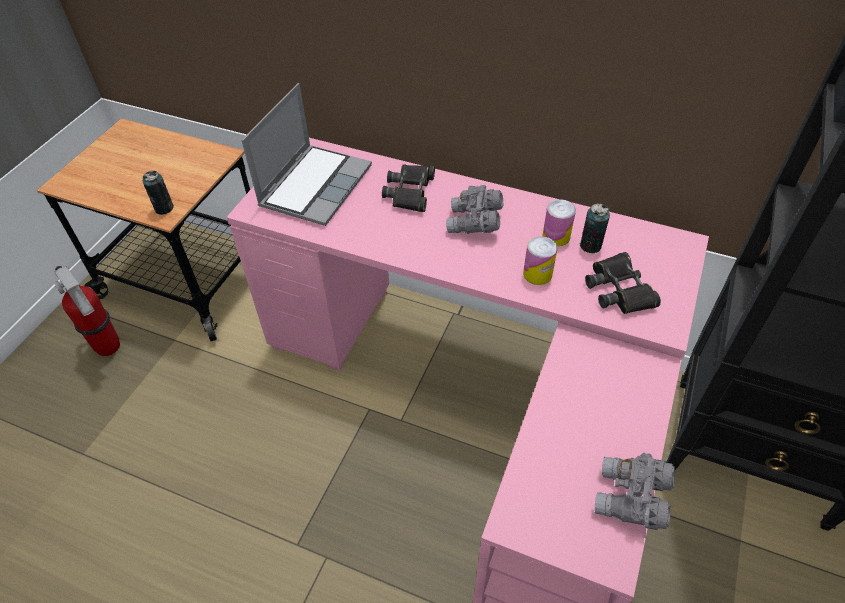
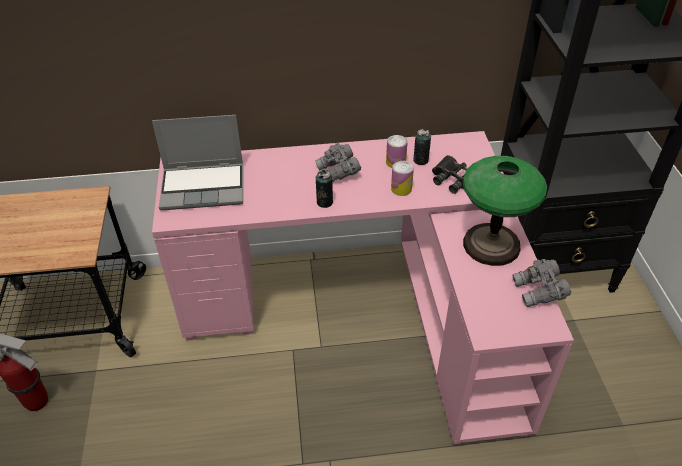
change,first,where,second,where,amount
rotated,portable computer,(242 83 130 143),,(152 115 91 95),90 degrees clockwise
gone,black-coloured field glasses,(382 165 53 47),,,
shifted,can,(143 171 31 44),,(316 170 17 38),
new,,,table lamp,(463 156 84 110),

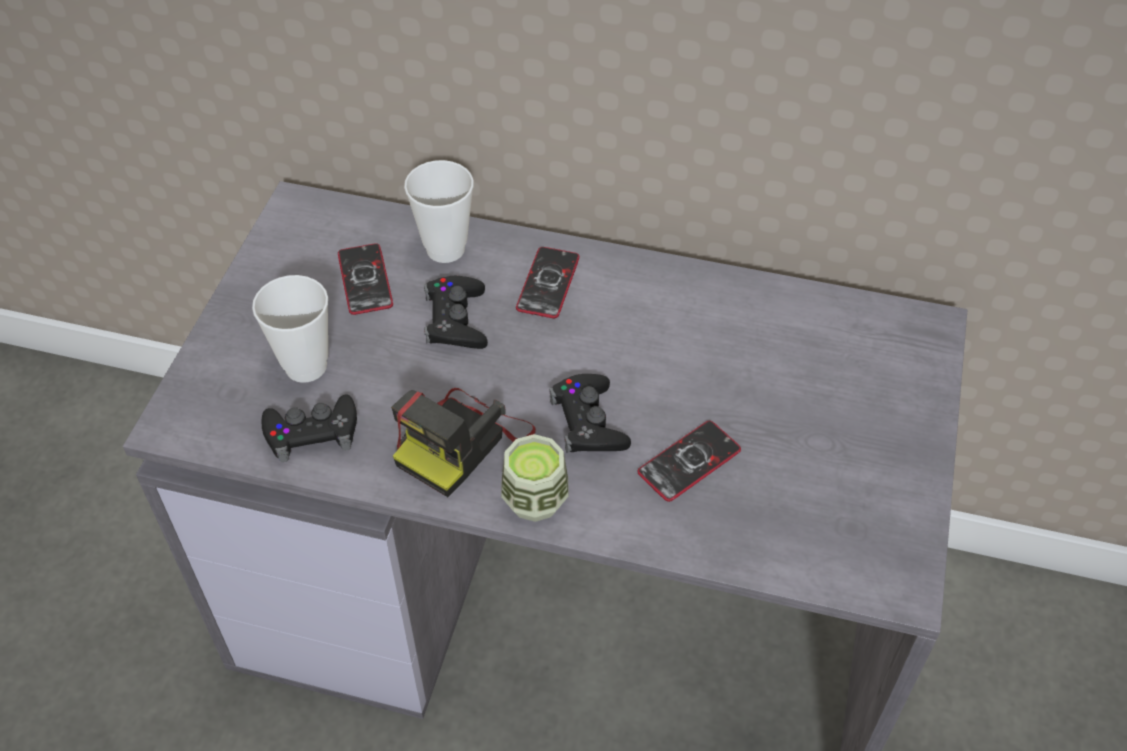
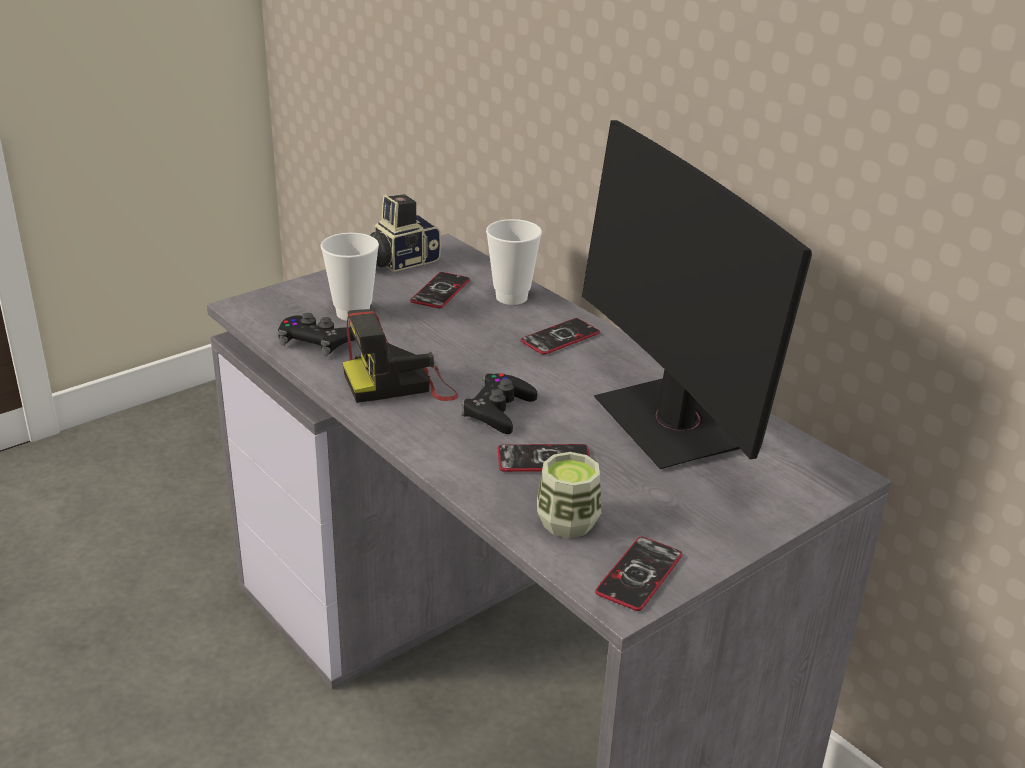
change,first,where,second,where,amount
gone,black-coloured game controller,(424 276 64 73),,,
shifted,cup,(501 434 68 88),,(537 452 64 86),
new,,,computer display,(582 120 230 349),
new,,,photo camera,(370 194 71 78),
new,,,phone,(595 537 88 74),

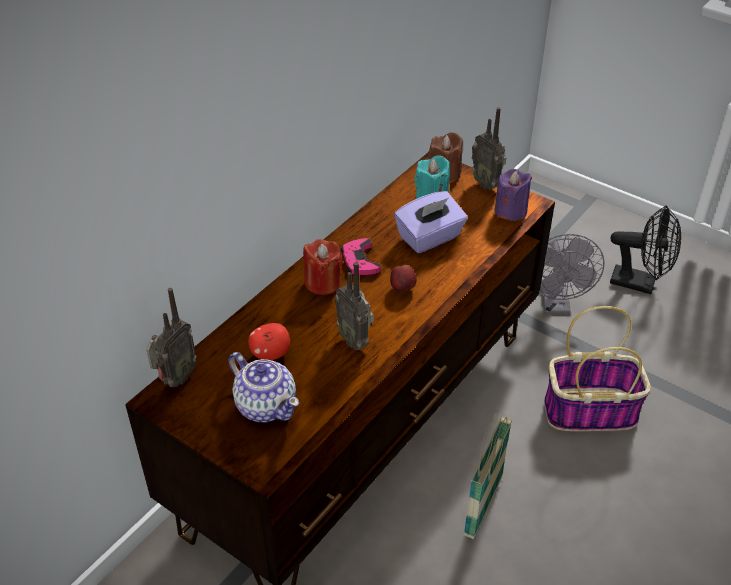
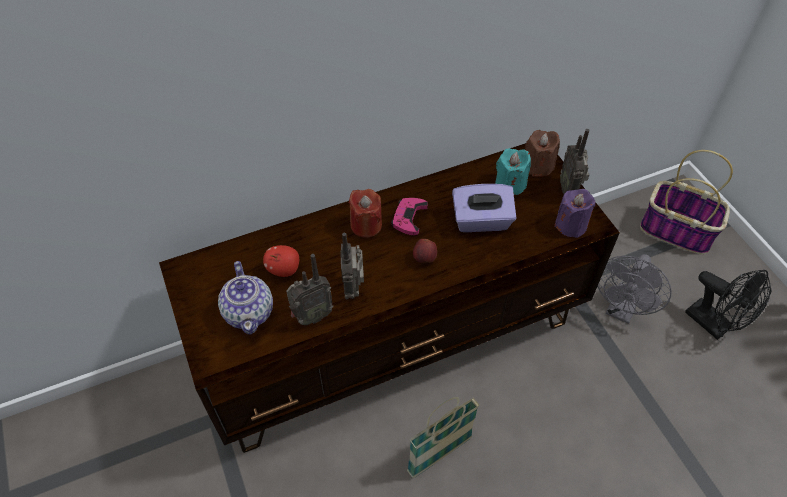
change,first,where,second,where,amount
shifted,radio set,(146 288 51 99),,(286 254 48 71),
shifted,basket,(544 306 107 125),,(640 150 93 105),

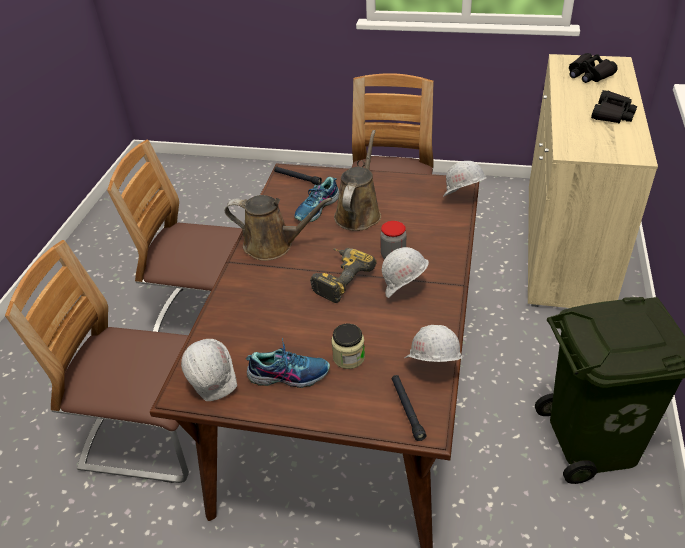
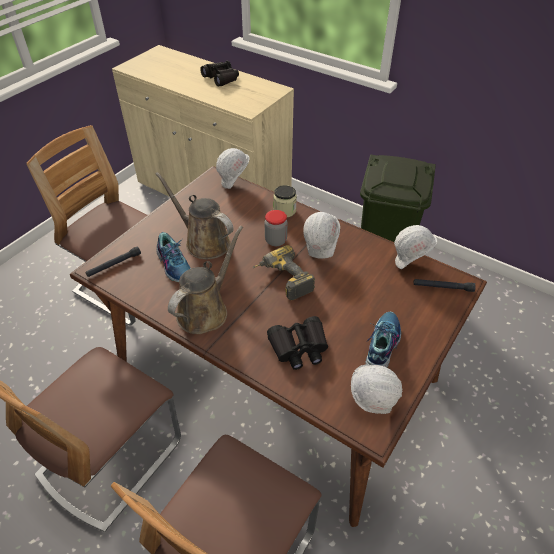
change,first,where,second,where,amount
shifted,black-coloured field glasses,(569 53 49 30),,(267 316 61 54),
shifted,storage jar,(331 323 34 46),,(273 185 24 32),

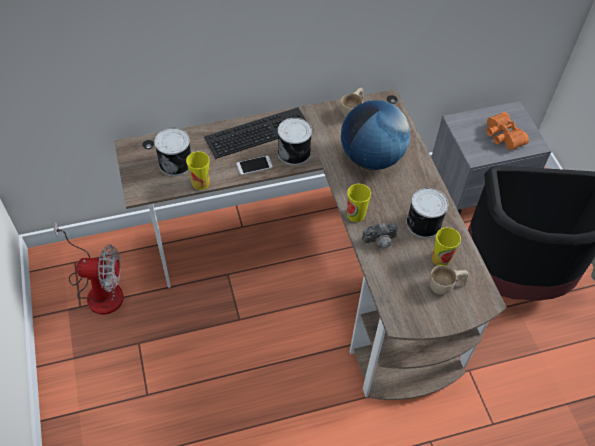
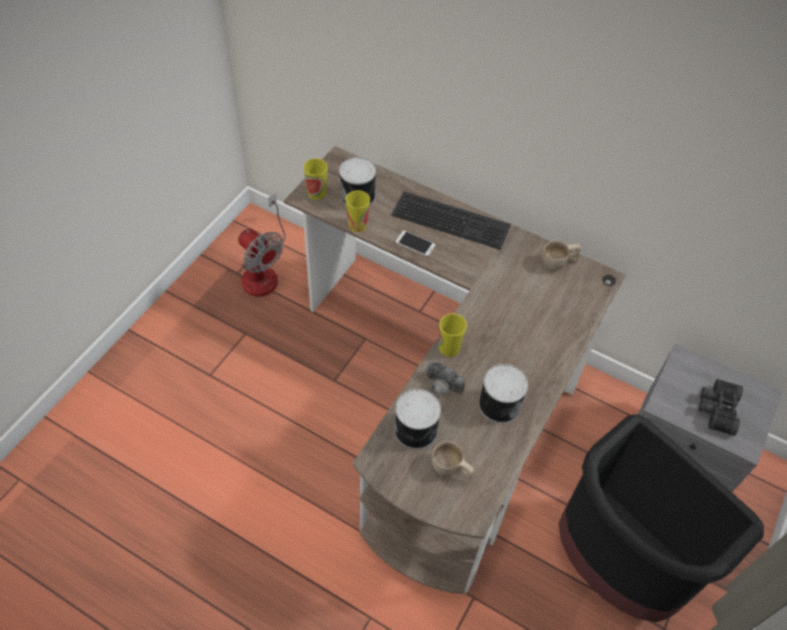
change,first,where,second,where,amount
gone,globe,(341 100 69 70),,,
repainted,orange-coloured field glasses,(486 112 43 38),black-coloured field glasses,(698 379 45 57),
shifted,can,(278 118 34 47),,(394 389 47 61),
shifted,cup,(432 227 29 39),,(303 158 25 42),

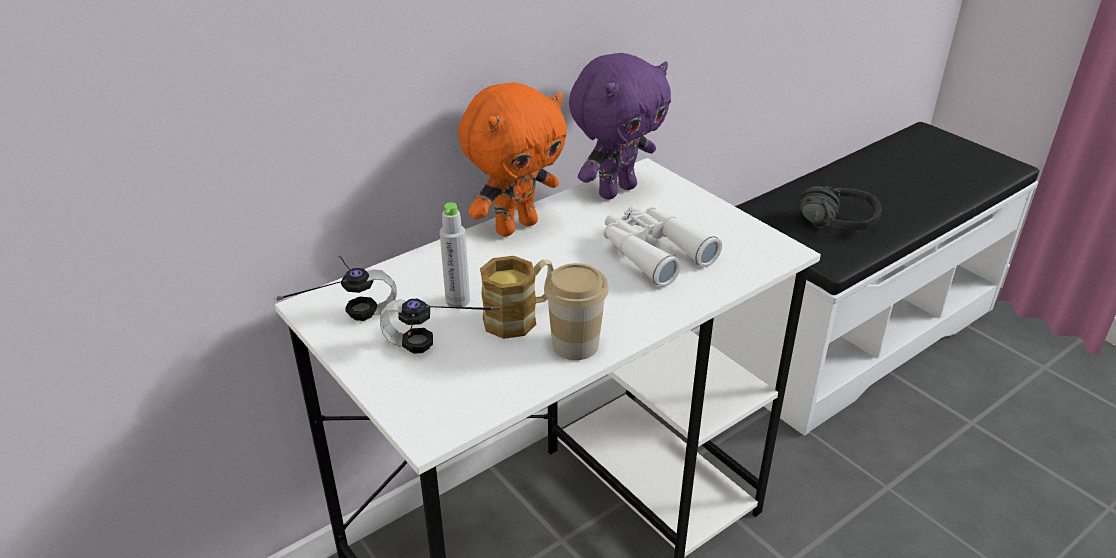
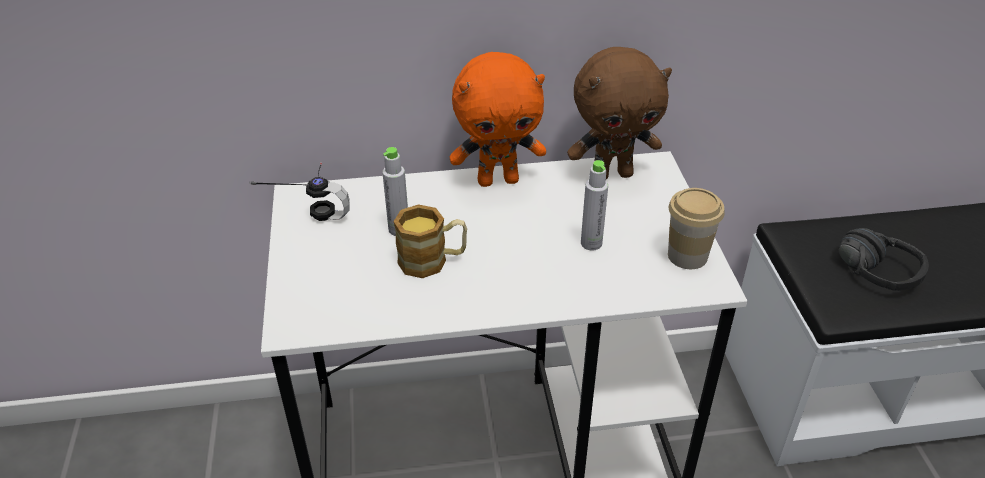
change,first,where,second,where,amount
repainted,purple-coloured soft toy,(569 53 102 146),brown-coloured soft toy,(567 47 105 132),
swapped,whitish field glasses,(603 205 119 82),greyish drink bottle,(581 160 27 90),
shifted,cup,(544 263 65 97),,(668 188 57 81),
gone,headset,(380 299 120 55),,,

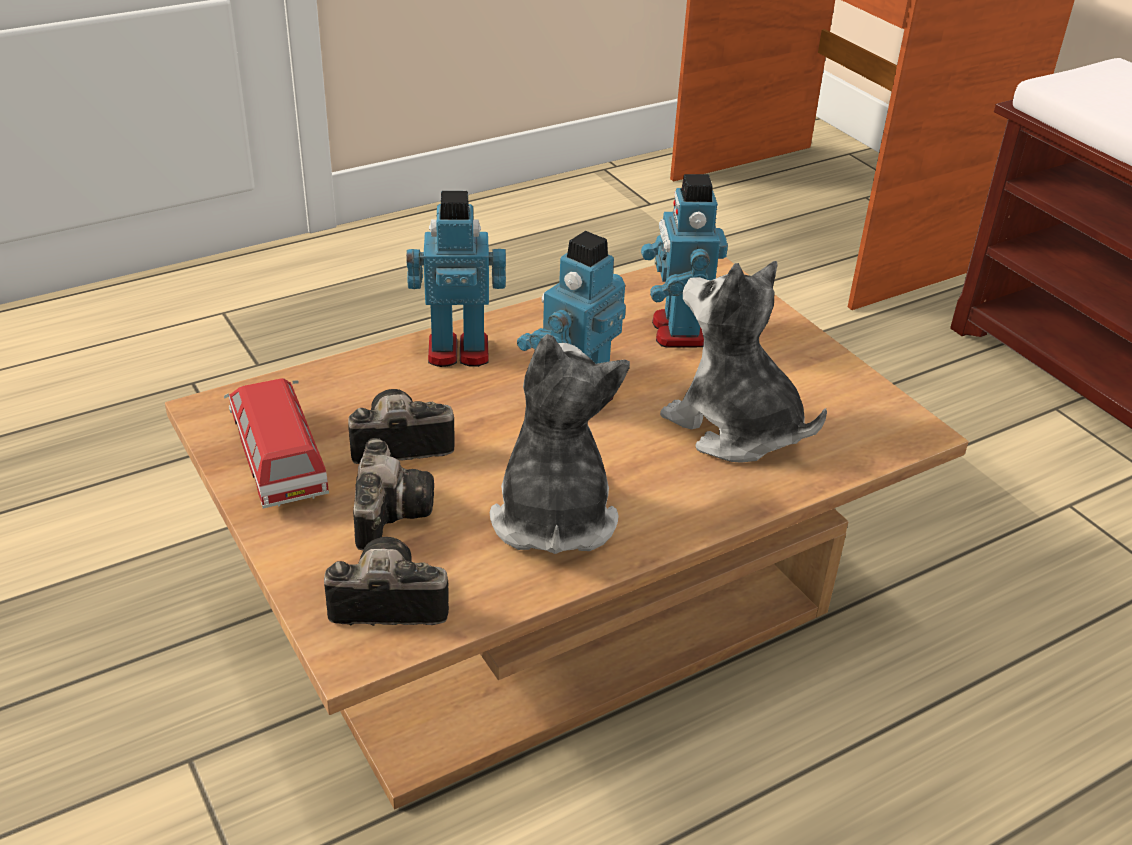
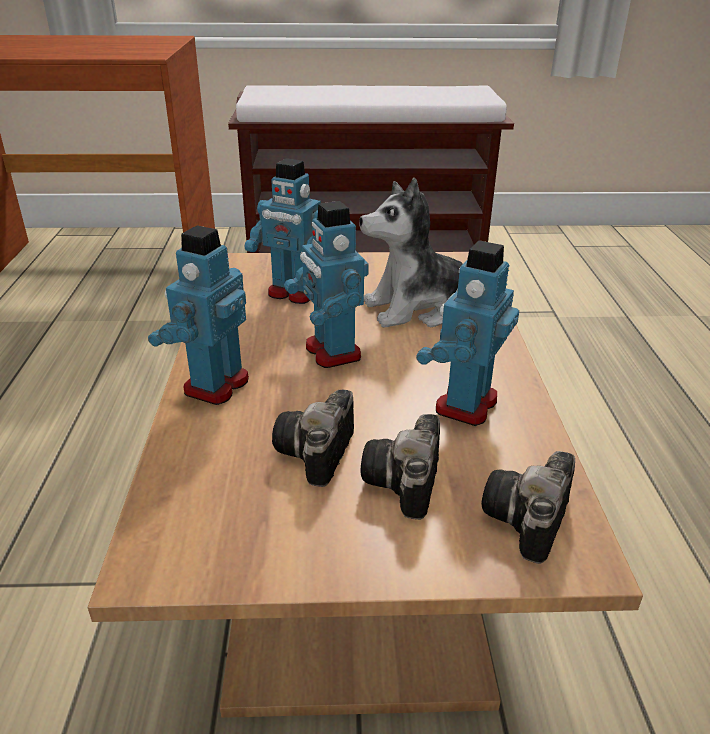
change,first,where,second,where,amount
swapped,soft toy,(490 334 140 220),toy robot,(416 240 103 186),
gone,miniature car,(224 378 105 131),,,
rotated,photo camera,(353 438 81 112),,(360 414 80 106),105 degrees counterclockwise

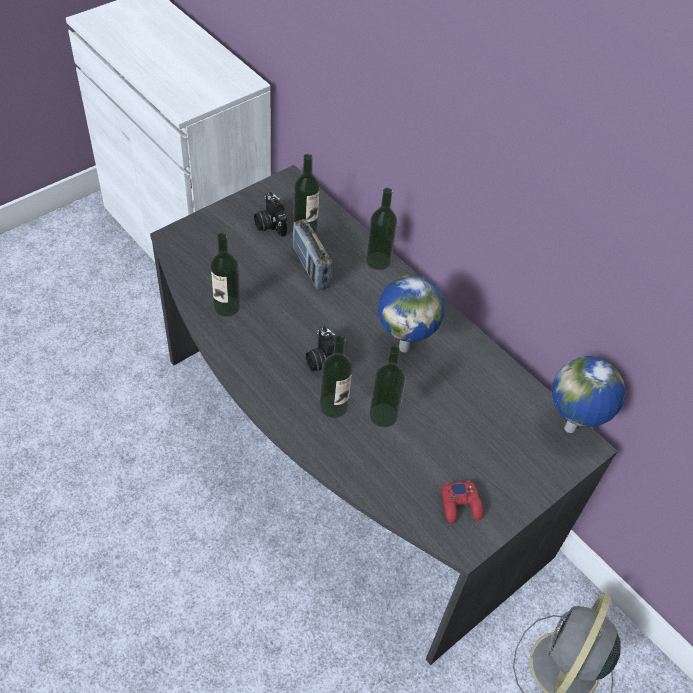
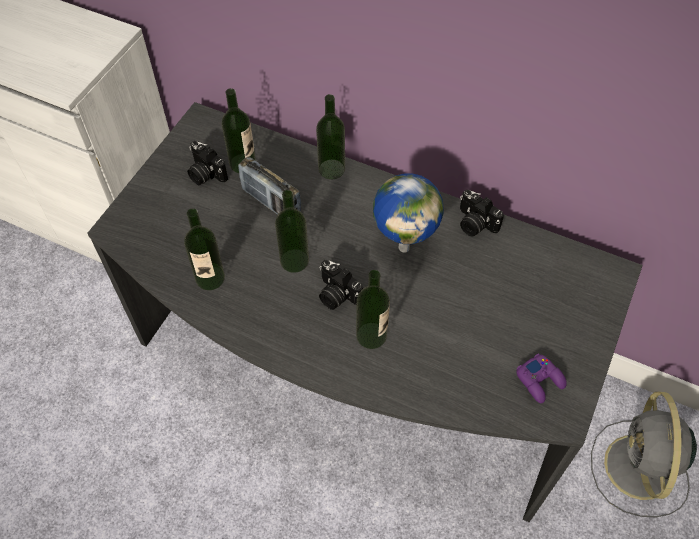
change,first,where,second,where,amount
shifted,drink bottle,(369 346 37 81),,(275 190 34 83),
gone,globe,(552 356 73 77),,,
repainted,reddish game controller,(441 480 42 44),purple-coloured game controller,(516 354 51 49),
new,,,photo camera,(460 190 44 46),

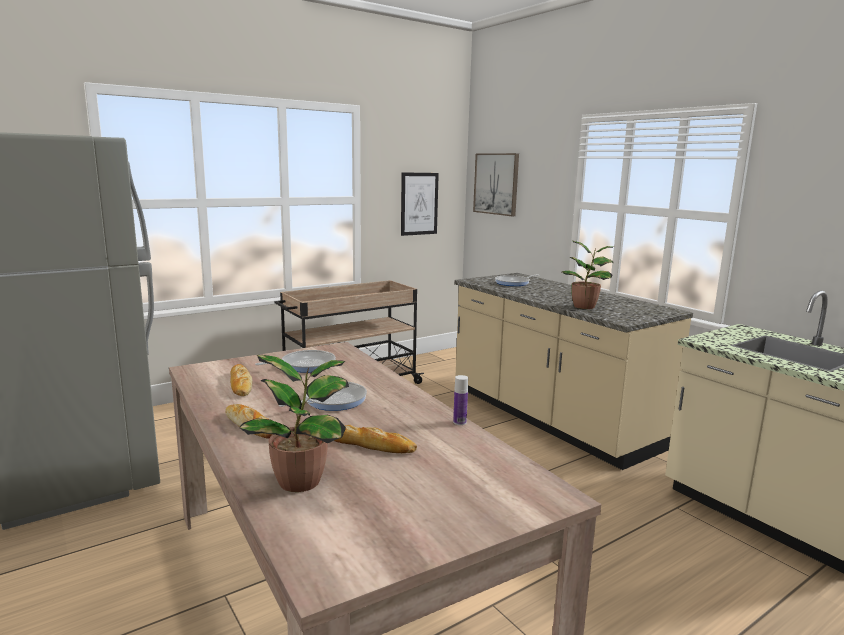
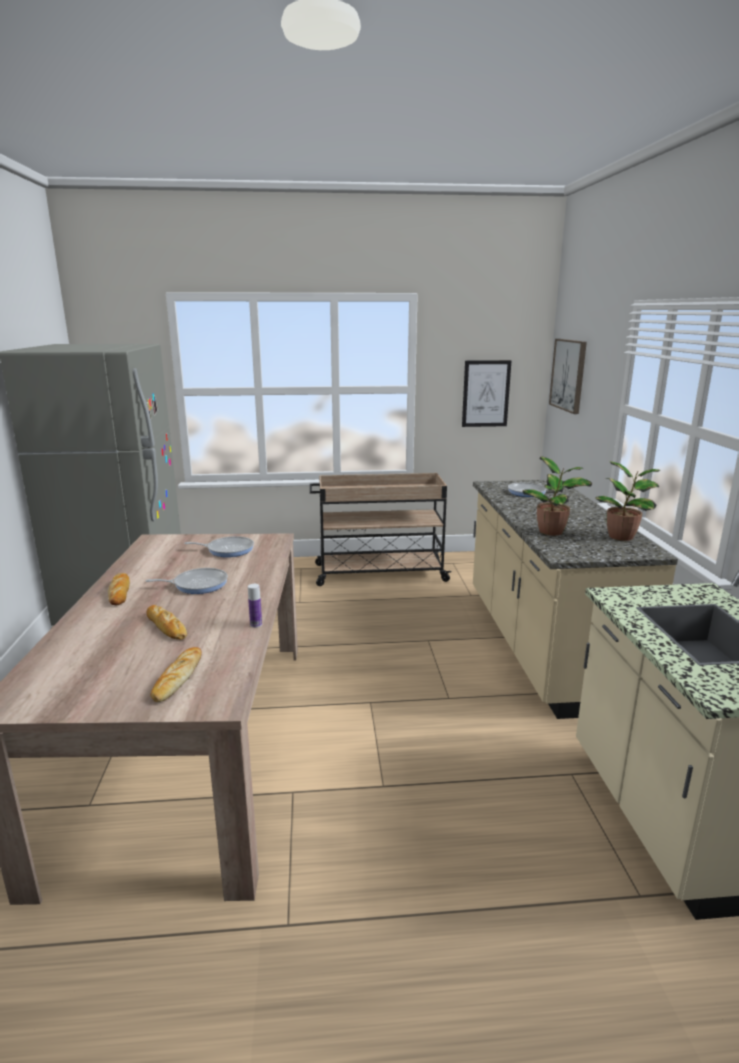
change,first,where,second,where,amount
shifted,potted plant,(239 355 110 137),,(595 461 65 80),
shifted,baked bread,(230 364 22 32),,(150 647 52 55),

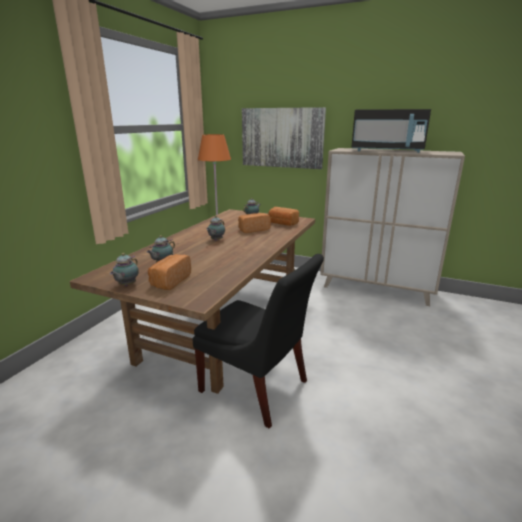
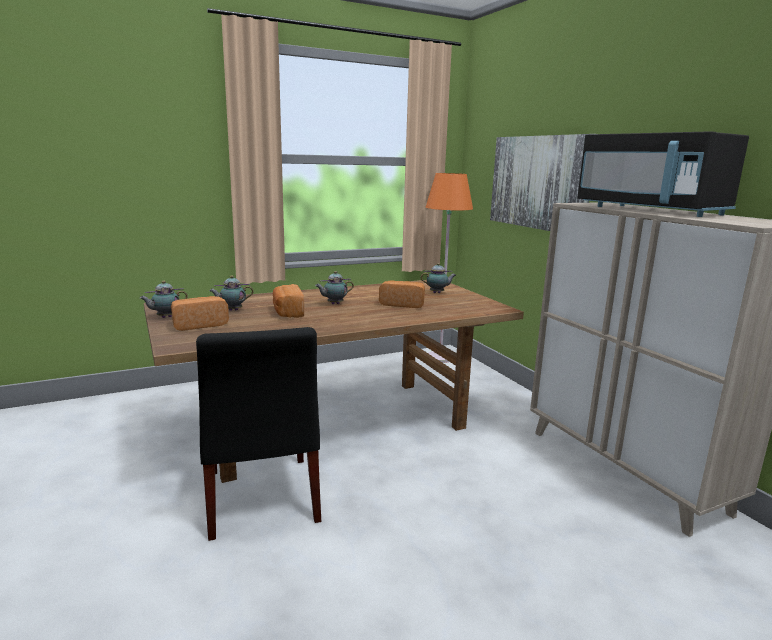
change,first,where,second,where,amount
shifted,baked bread,(268 207 31 19),,(273 284 31 34),

